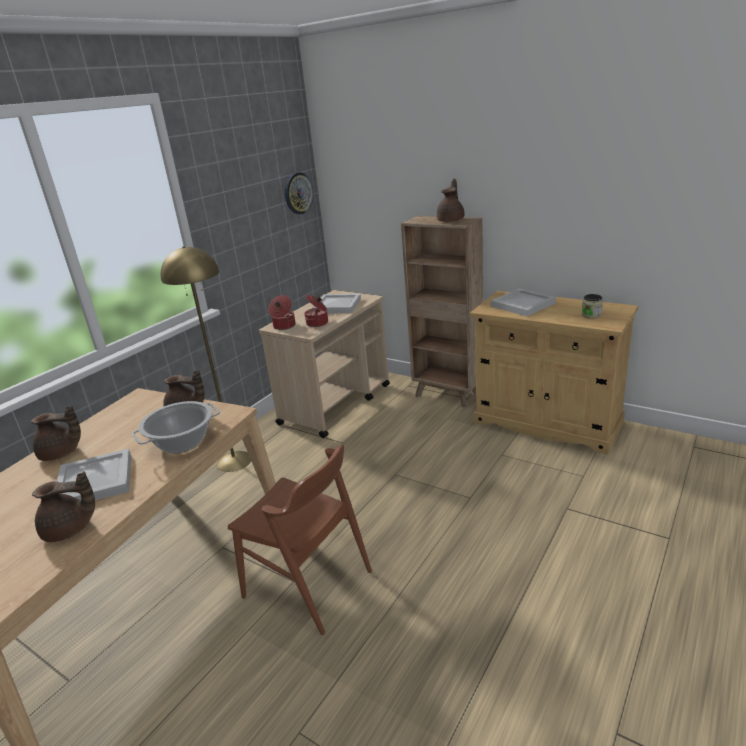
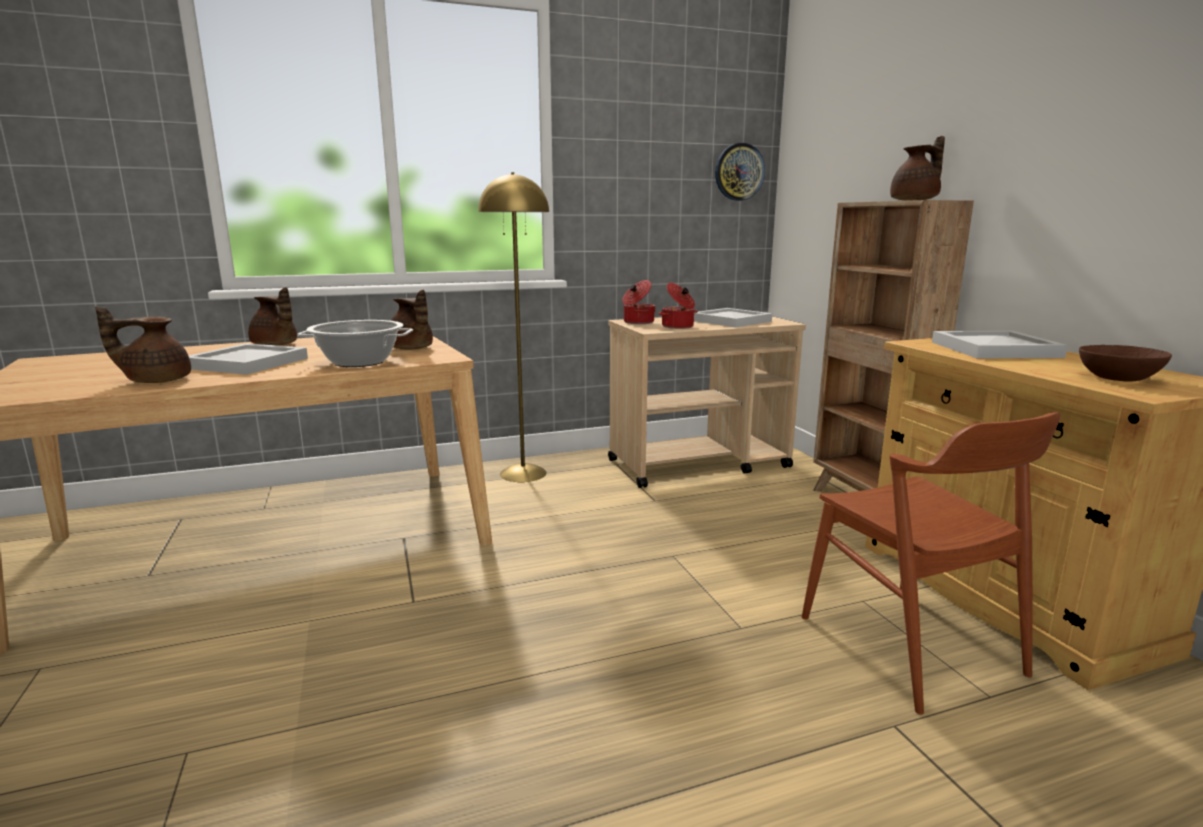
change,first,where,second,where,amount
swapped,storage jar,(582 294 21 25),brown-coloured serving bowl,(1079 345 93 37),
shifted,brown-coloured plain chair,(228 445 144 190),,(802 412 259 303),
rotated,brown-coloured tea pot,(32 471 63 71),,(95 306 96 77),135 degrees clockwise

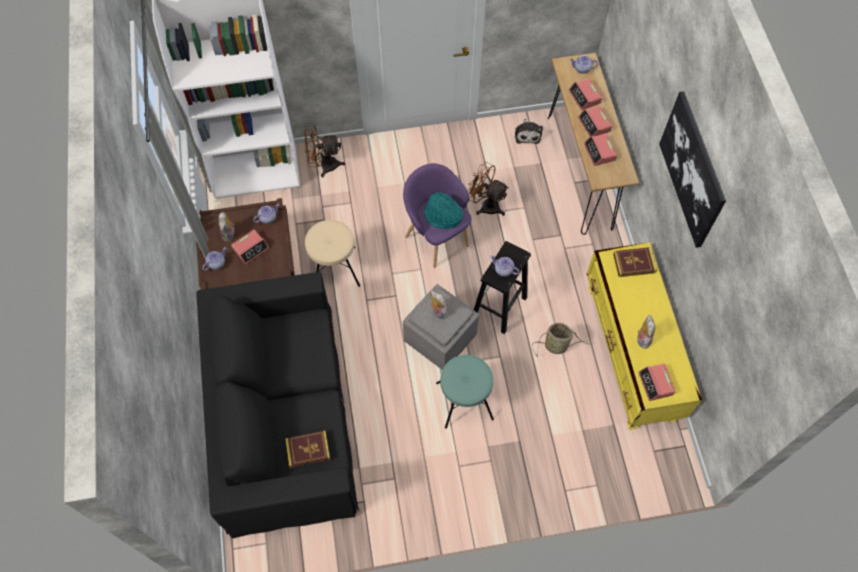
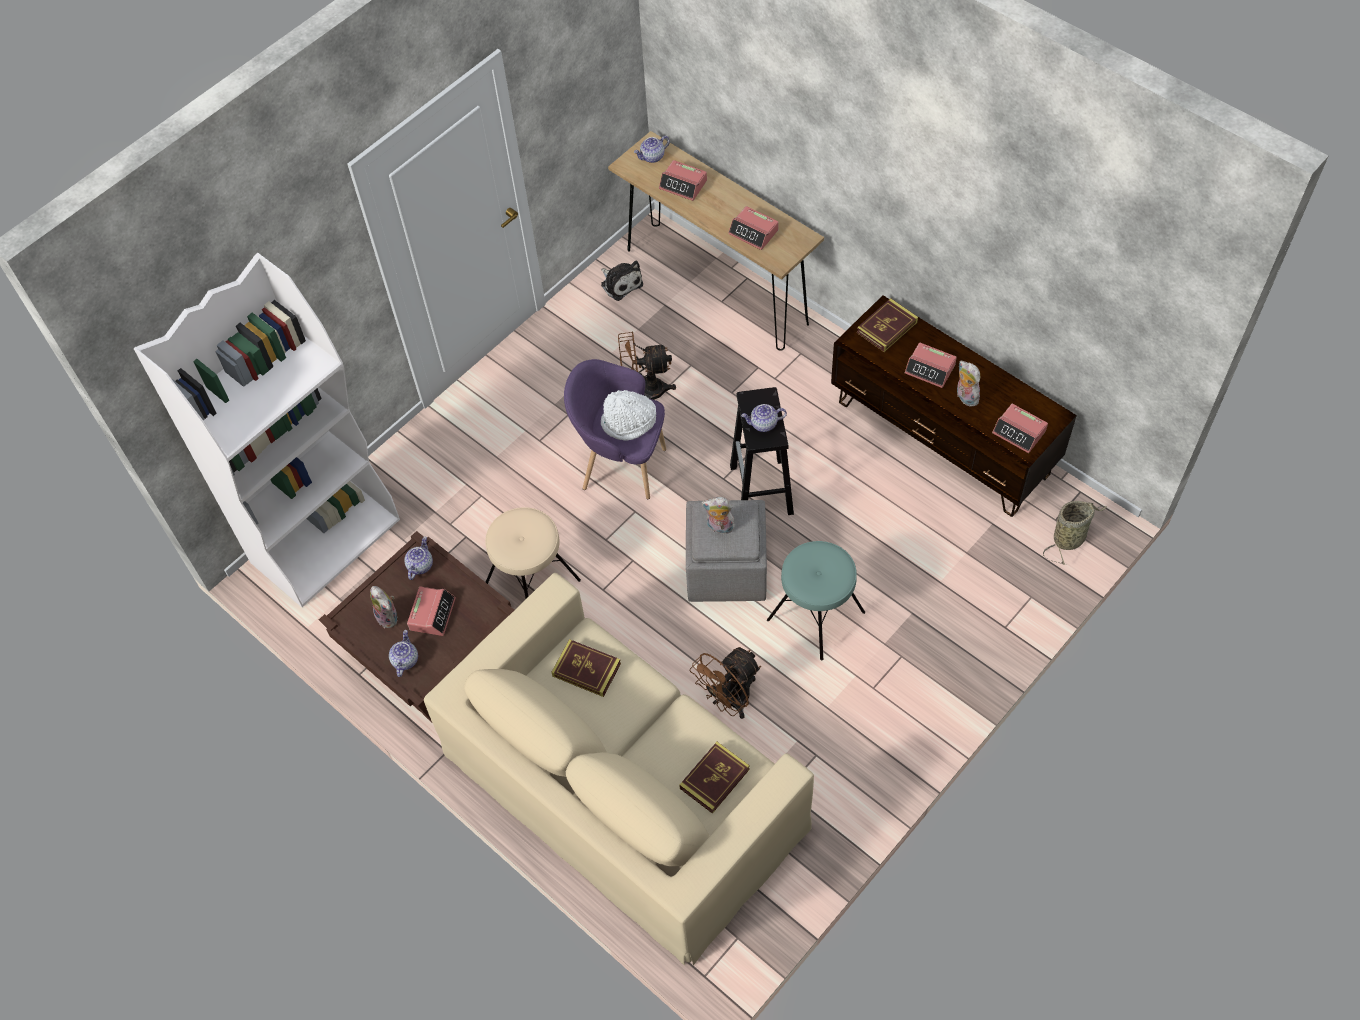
change,first,where,second,where,amount
gone,wall picture,(659 91 67 157),,,
shifted,table clock,(578 106 34 30),,(905 343 52 45),
shifted,brown-coloured electric fan,(304 125 41 52),,(690 647 71 72),
repainted,turquoise-coloured clothing hat,(424 192 39 37),whitish clothing hat,(601 390 55 51),
repainted,yellow-coloured tv stand,(587 242 115 188),brown-coloured tv stand,(831 295 246 222),
repainted,black-coloured settee,(196 272 163 266),sand-coloured settee,(424 573 390 393),
shifted,basket,(532 323 60 34),,(1043 501 64 64),
new,,,bound book,(551 639 70 58),

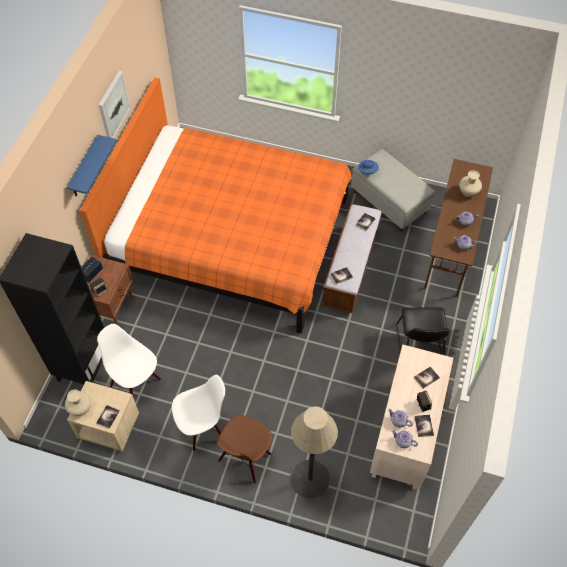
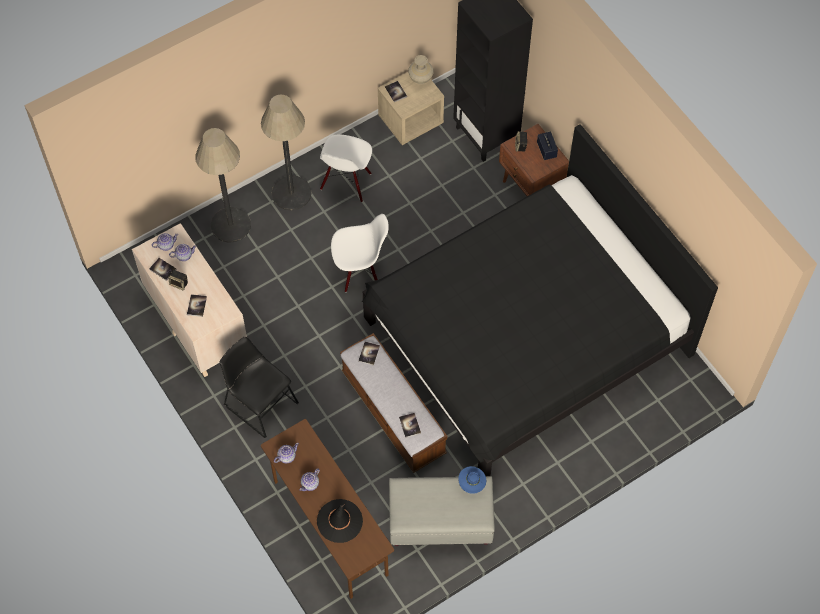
change,first,where,second,where,amount
gone,wall picture,(99 71 32 67),,,
repainted,orange-coloured sleeping bed,(80 77 272 256),black-coloured sleeping bed,(362 124 356 352),
gone,blue-coloured wall shelf,(66 135 51 62),,,
swapped,sand-coloured decorative vase,(459 170 23 27),black-coloured clothing hat,(317 499 46 44),
shifted,whitish plain chair,(97 324 64 74),,(331 214 58 78),
swapped,brown-coloured plain chair,(217 415 55 69),standard lamp,(261 95 51 115),

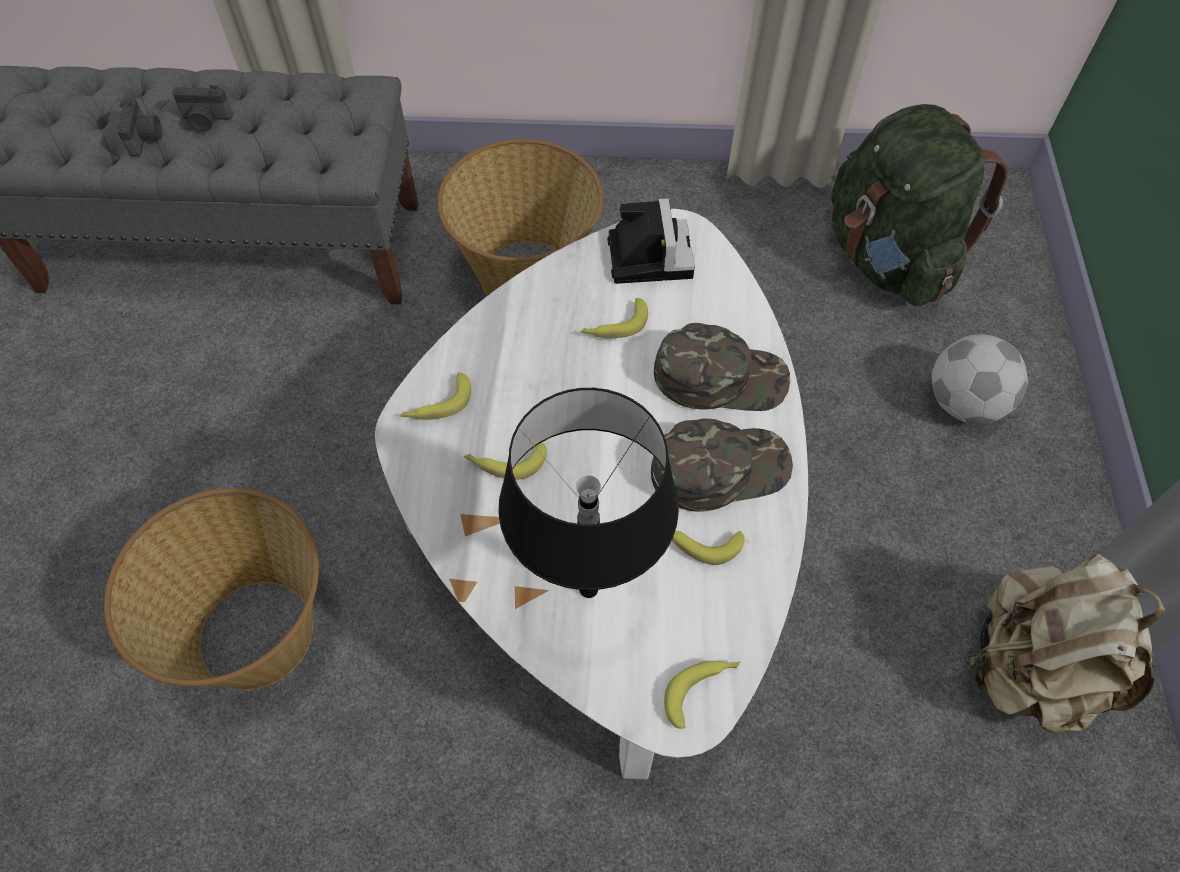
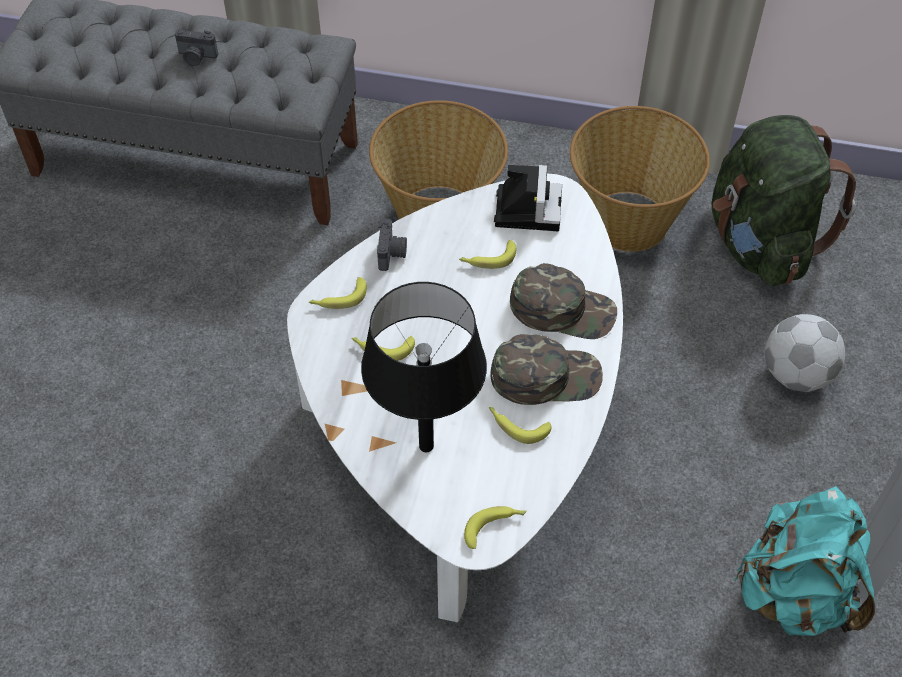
change,first,where,second,where,amount
shifted,photo camera,(117 97 45 60),,(377 219 30 52),
shifted,basket,(104 488 215 202),,(570 106 140 146),
repainted,sand-coloured backpack,(964 553 202 180),turquoise-coloured backpack,(733 486 142 150),

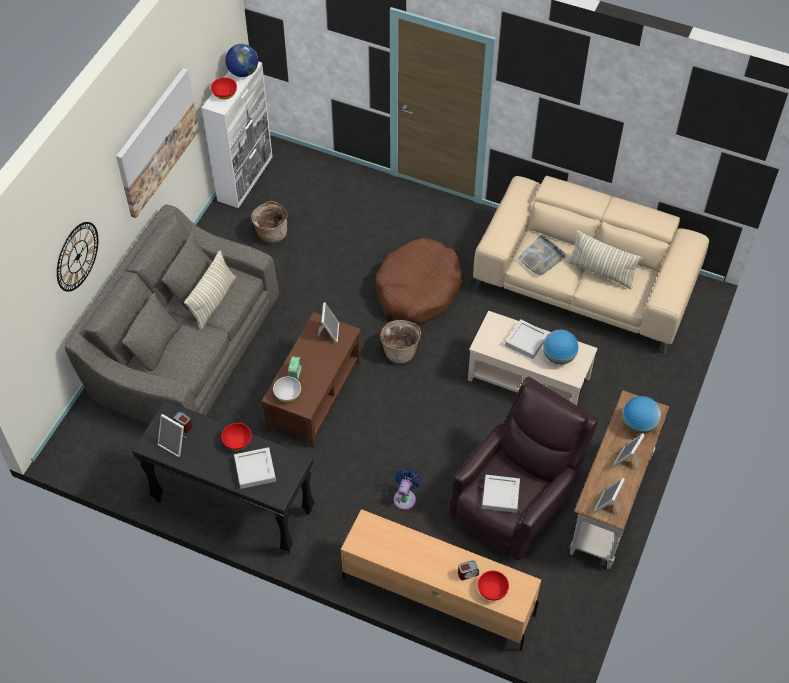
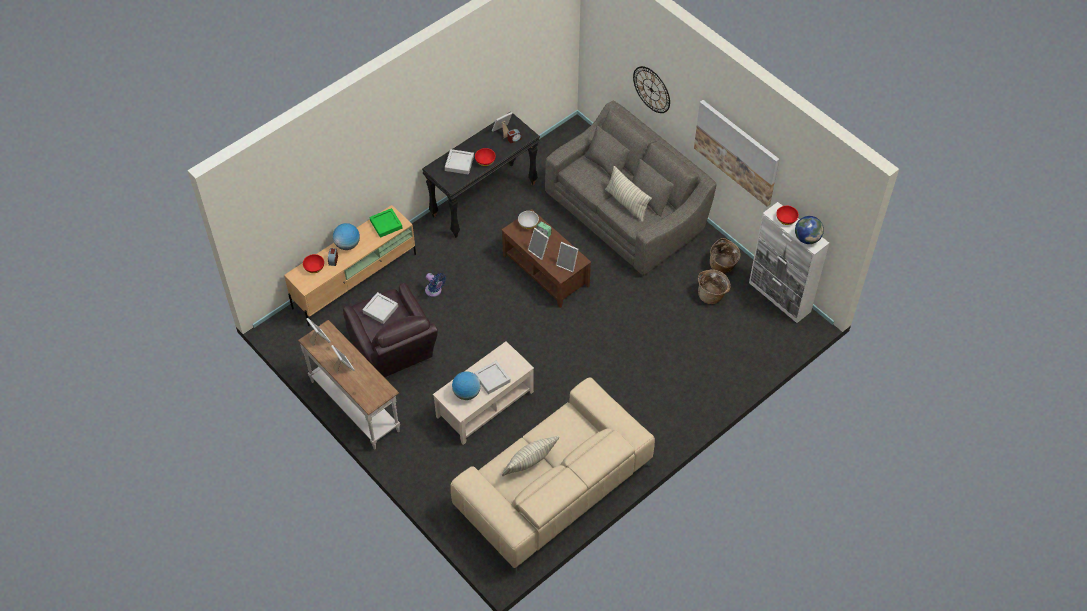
change,first,where,second,where,amount
gone,greyish tray,(517 234 49 41),,,
gone,brown-coloured dog cushion,(376 238 86 86),,,
shifted,basket,(381 320 40 44),,(710 238 30 36),
shifted,globe,(623 396 38 38),,(333 223 27 27),
new,,,green-coloured tray,(369 208 33 30),
new,,,photo frame,(528 228 21 32),

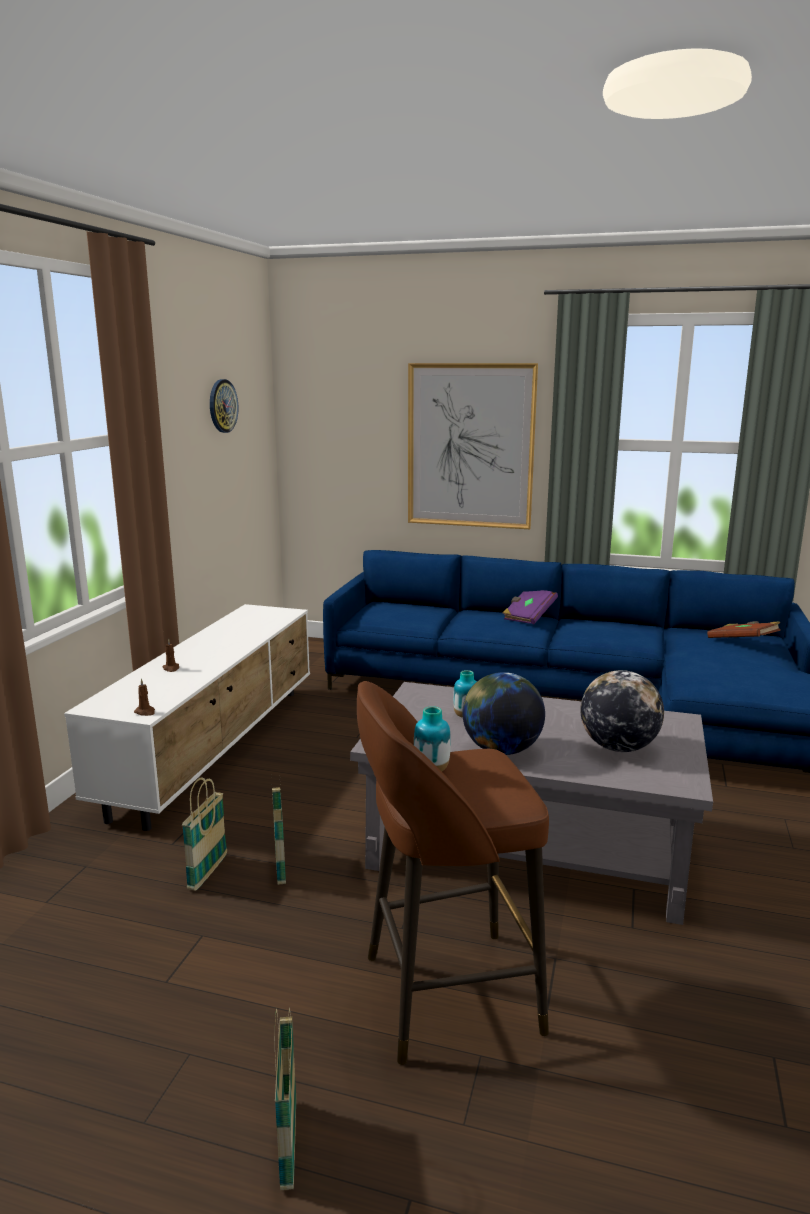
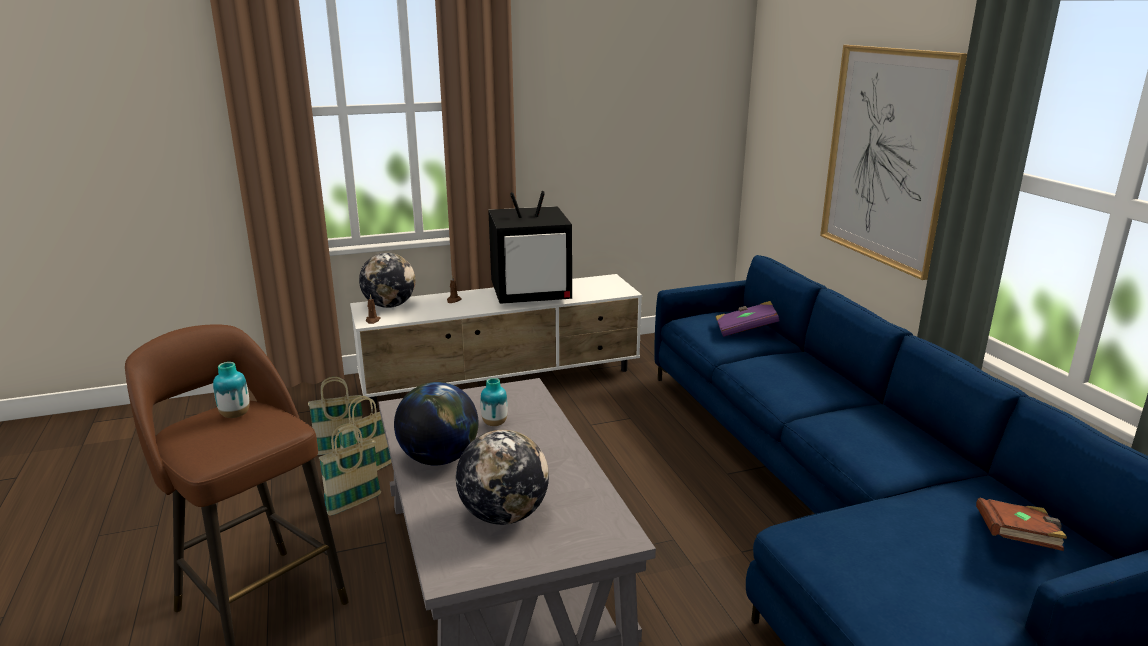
change,first,where,second,where,amount
gone,clock on the wall,(210 379 28 54),,,
shifted,purple-coloured bound book,(503 590 55 34),,(715 301 65 36),
shifted,basket,(275 1007 21 183),,(319 423 62 93),
new,,,TV set,(488 191 84 113),
new,,,globe,(359 253 56 55),

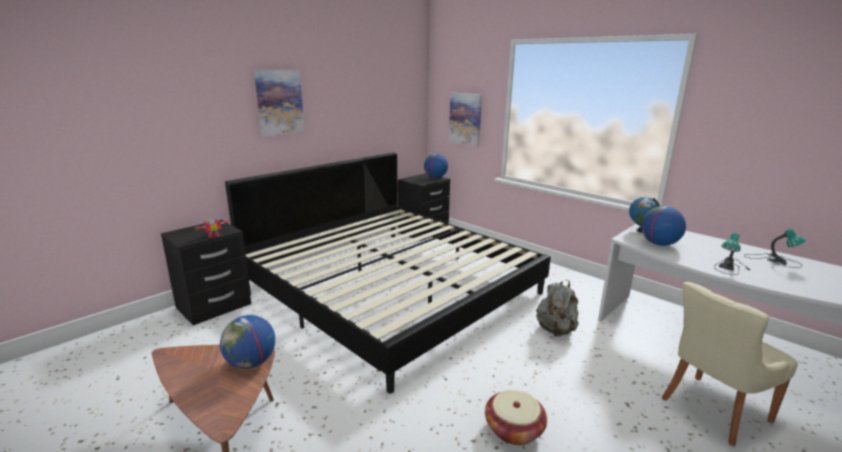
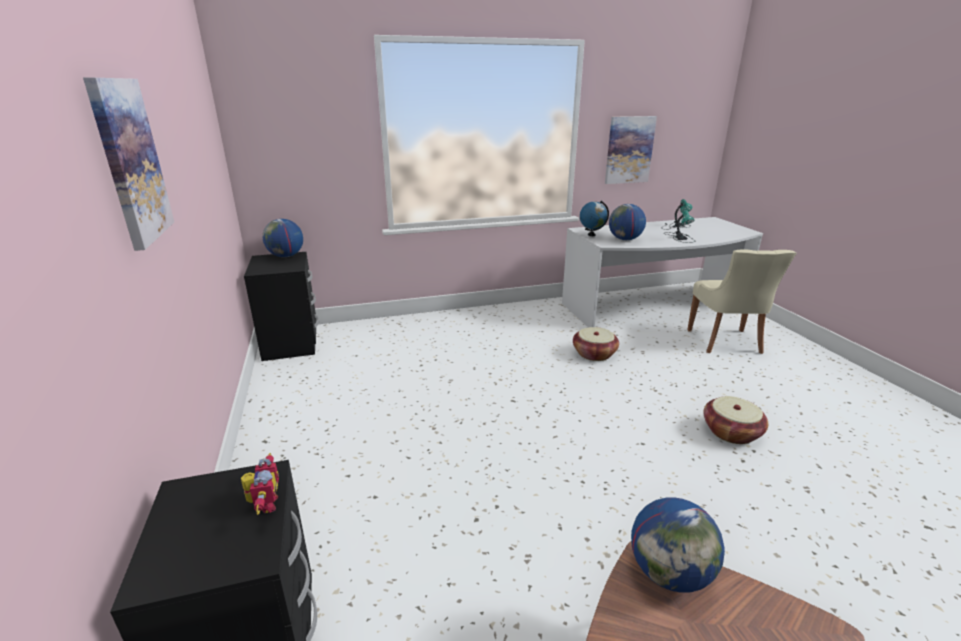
change,first,where,second,where,amount
shifted,wall picture,(449 93 33 54),,(605 116 52 68),
gone,sleeping bed,(225 153 326 240),,,
swapped,greyish backpack,(536 280 43 57),basket,(573 327 46 34),

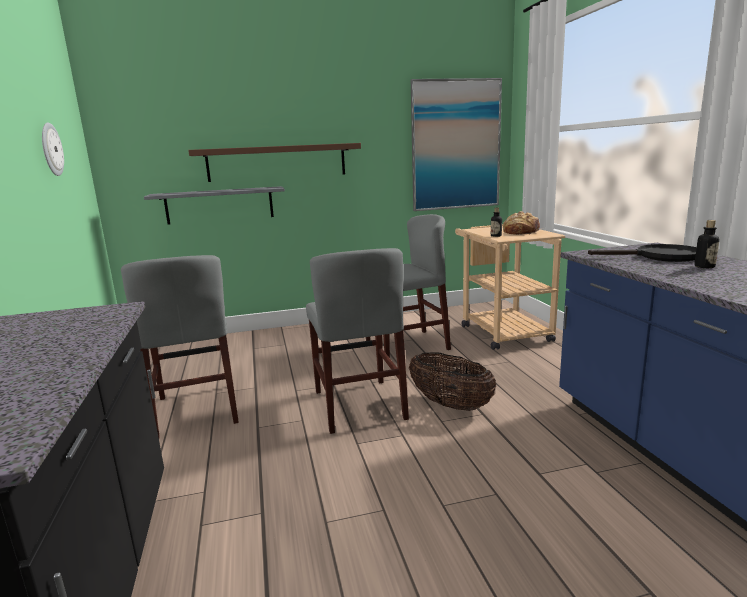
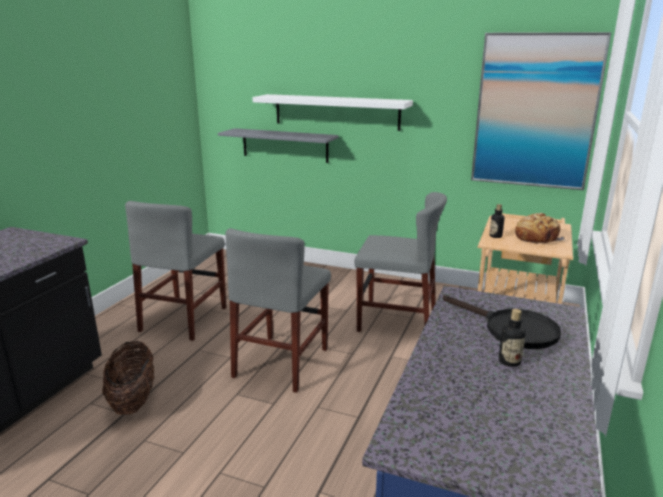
change,first,where,second,where,amount
gone,clock on the wall,(42 123 22 53),,,
repainted,brown-coloured wall shelf,(188 143 173 39),whitish wall shelf,(252 94 161 37),
shifted,basket,(409 352 87 59),,(102 340 52 75),

